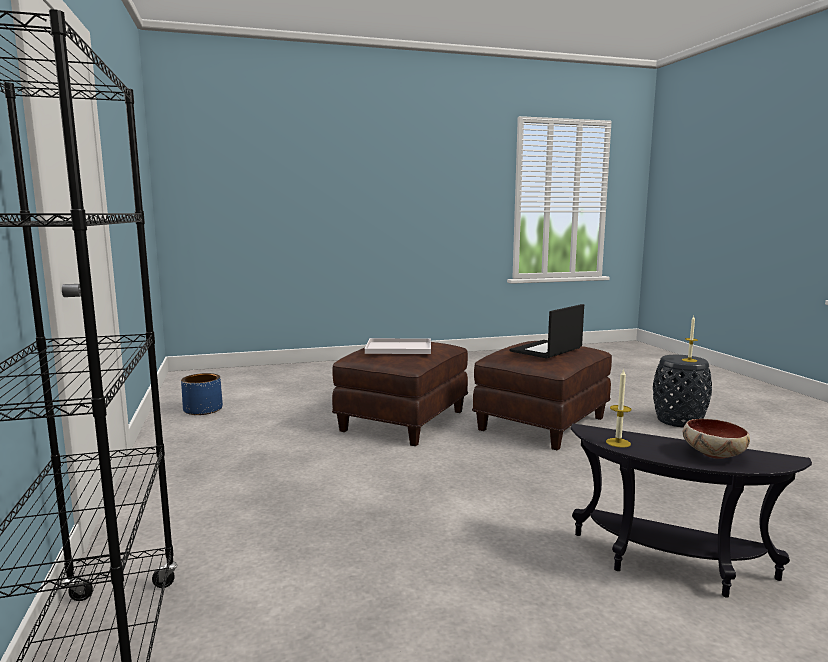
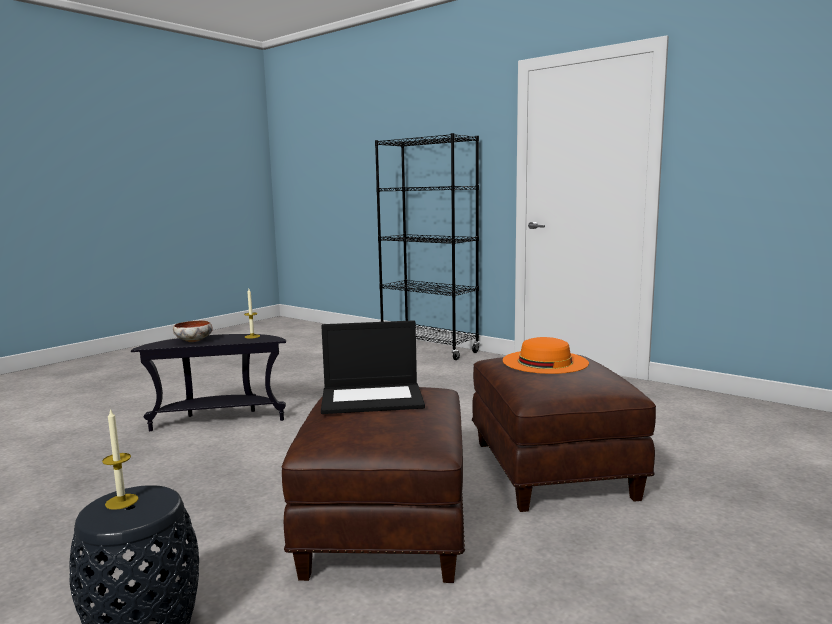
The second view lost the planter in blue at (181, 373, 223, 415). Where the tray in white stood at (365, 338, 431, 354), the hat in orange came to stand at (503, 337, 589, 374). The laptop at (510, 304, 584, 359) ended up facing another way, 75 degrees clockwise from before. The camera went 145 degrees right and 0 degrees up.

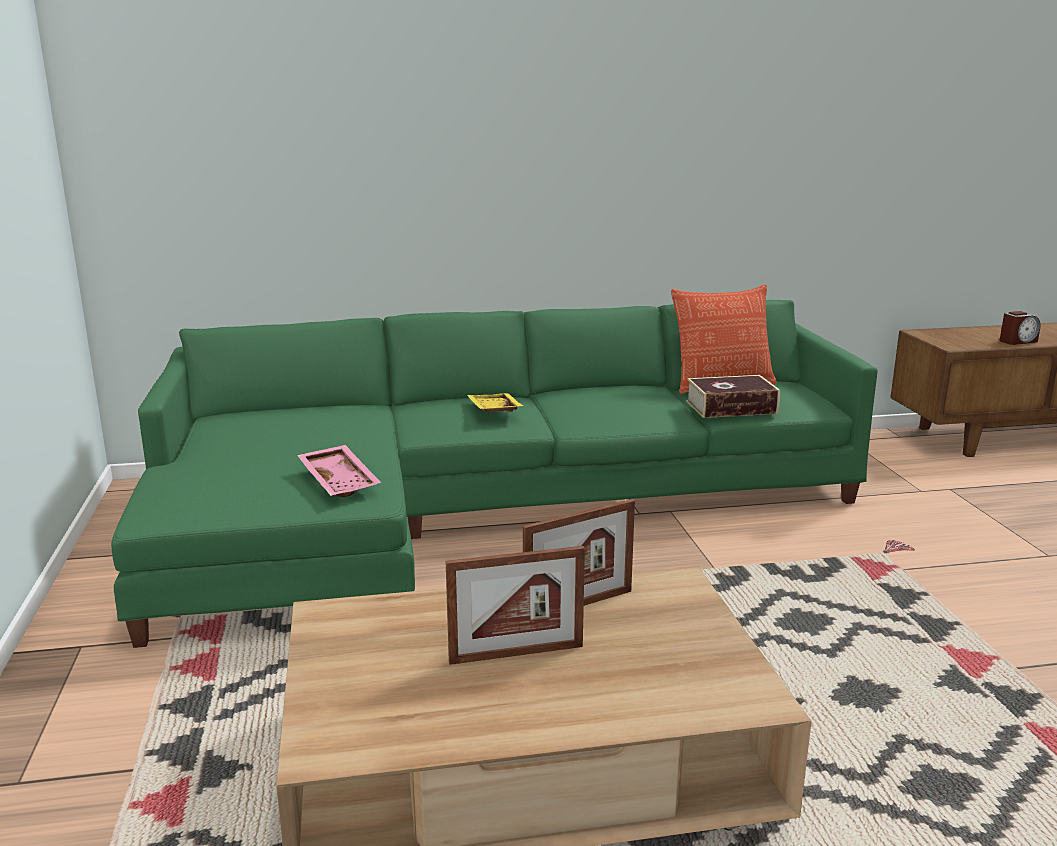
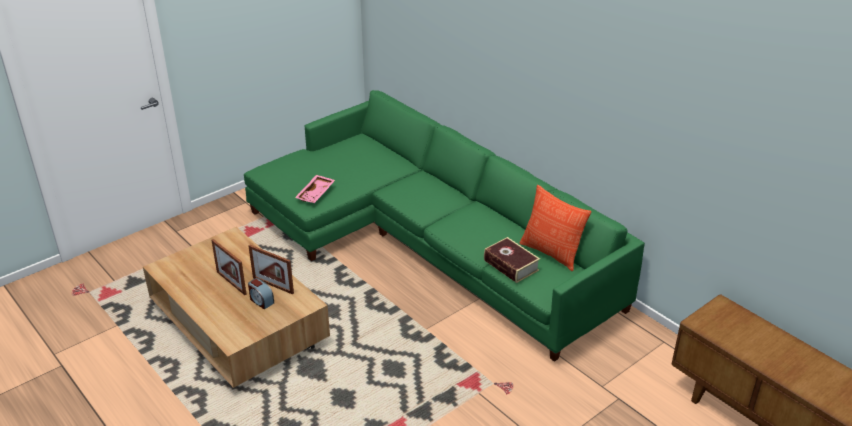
The second view lost the tray in yellow at (467, 393, 523, 412). The alarm clock ended up elsewhere, having gone from (1000, 311, 1040, 345) to (248, 278, 274, 309). The camera went 60 degrees right and 15 degrees up.

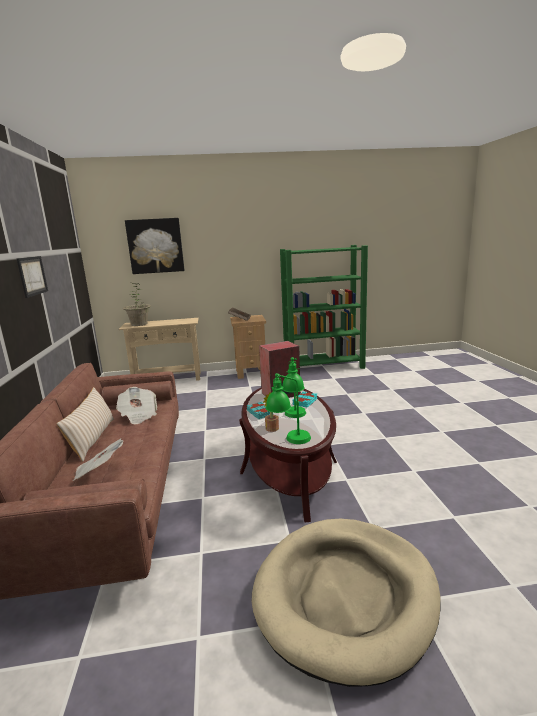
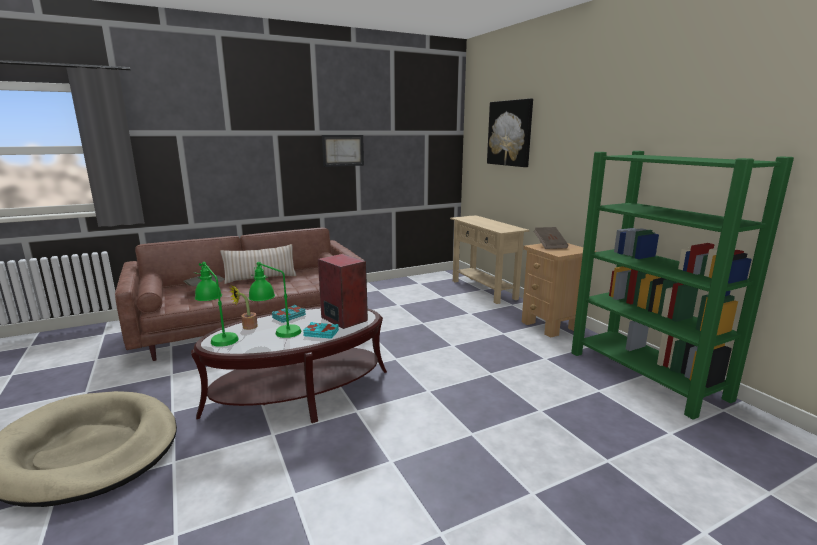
The second view lost the newspaper at (116, 387, 157, 425). The second view lost the potted plant at (123, 283, 151, 326). The camera went 70 degrees right and 0 degrees up.

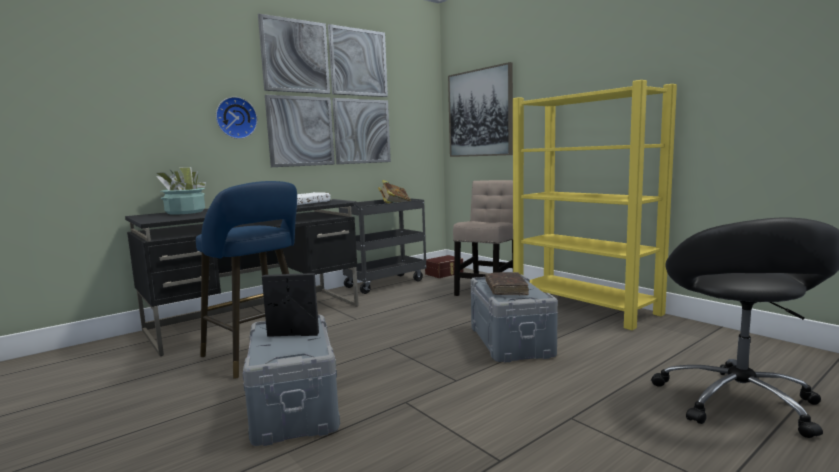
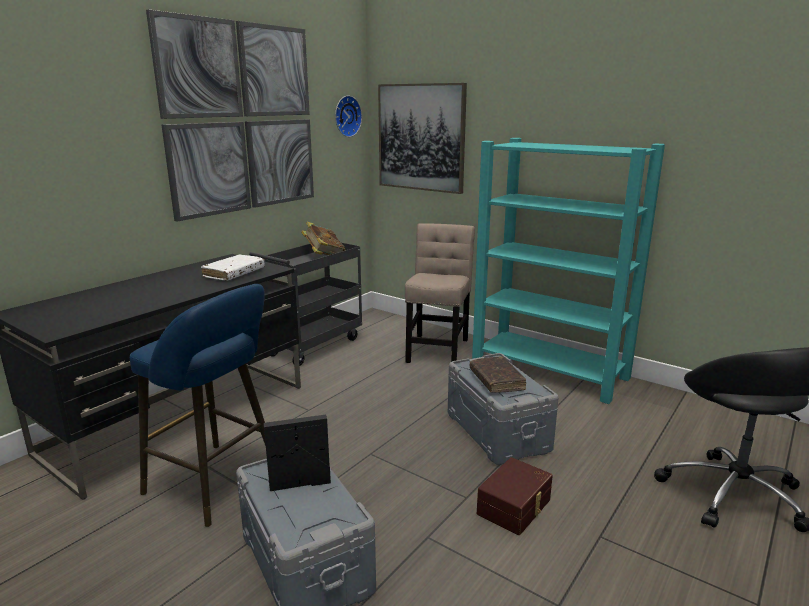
The second view lost the potted plant at (156, 167, 206, 215). The wall clock ended up elsewhere, having gone from (216, 97, 258, 139) to (335, 95, 362, 137). The storage box in brown ended up elsewhere, having gone from (425, 255, 463, 278) to (477, 457, 553, 535). What was the bookcase in yellow at (513, 80, 677, 330) turned into the bookcase in turquoise at (472, 138, 665, 404). The camera went 15 degrees left and 10 degrees up.

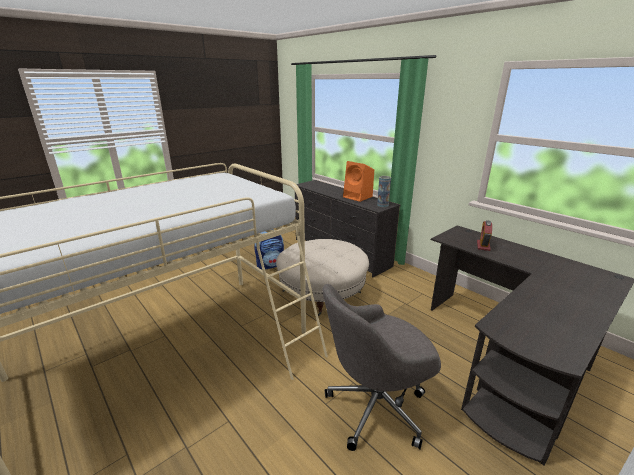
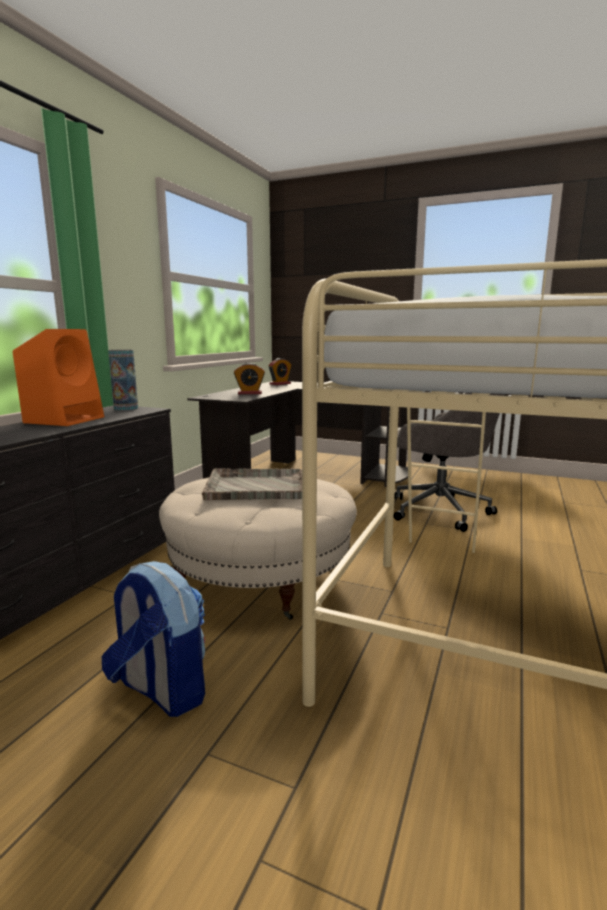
The second view gained the tray in grey at (202, 468, 302, 500). The second view gained the alarm clock at (268, 358, 291, 385). The camera went 115 degrees left and 10 degrees down.

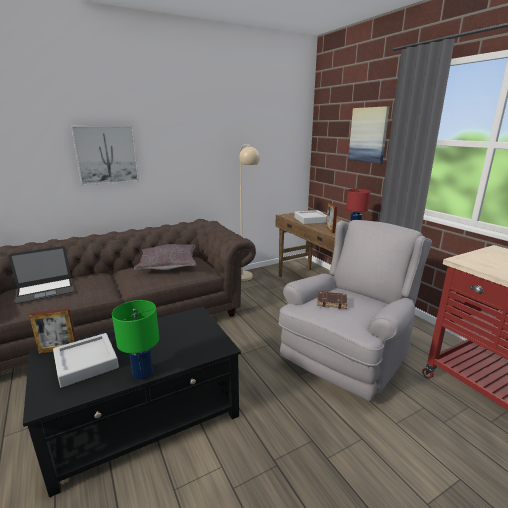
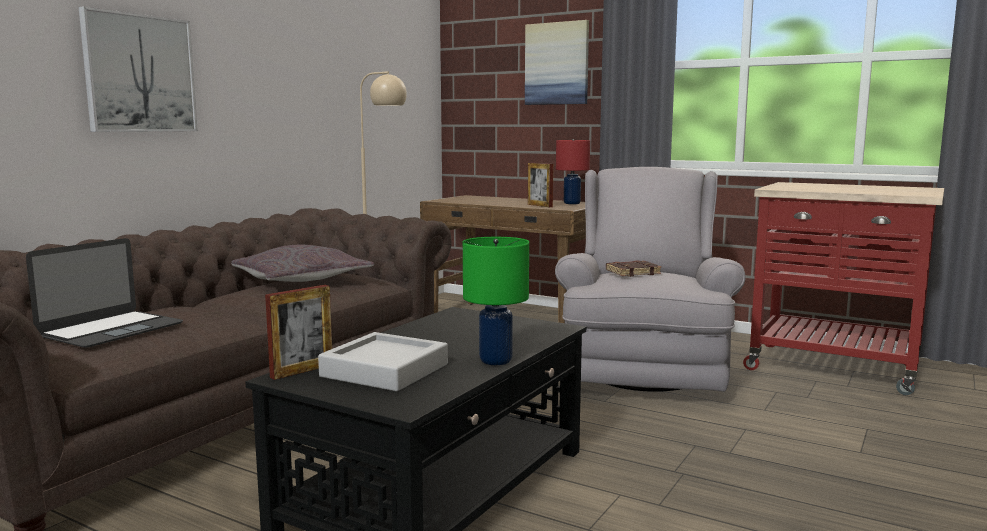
The second view lost the tray in grey at (294, 210, 327, 224). The camera went 30 degrees left and 10 degrees down.

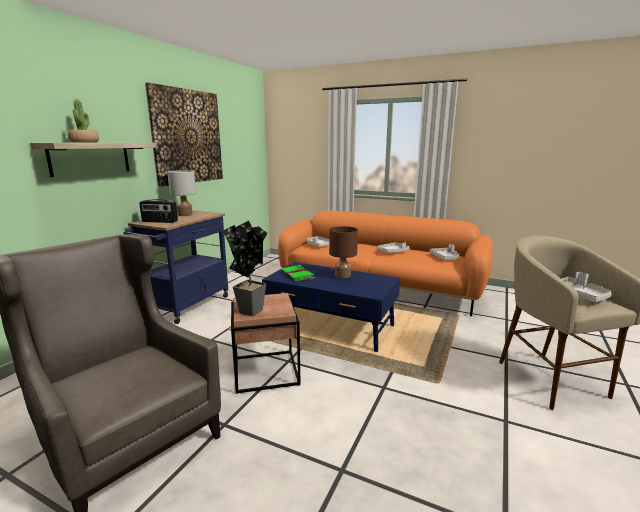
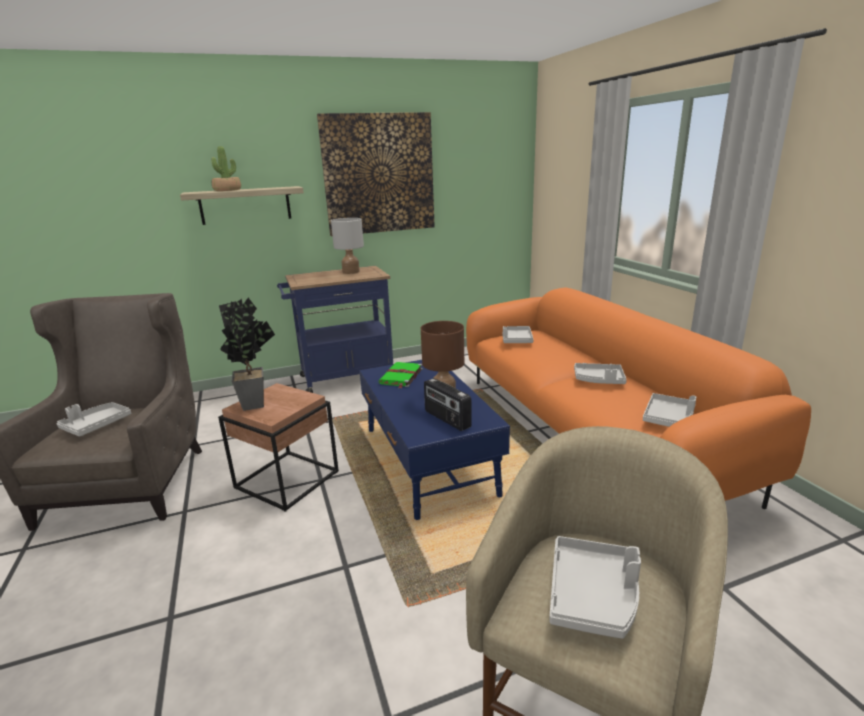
The radio ended up elsewhere, having gone from (139, 199, 178, 223) to (424, 378, 472, 431). The second view gained the tray in grey at (57, 402, 131, 437). The camera went 45 degrees right and 5 degrees up.

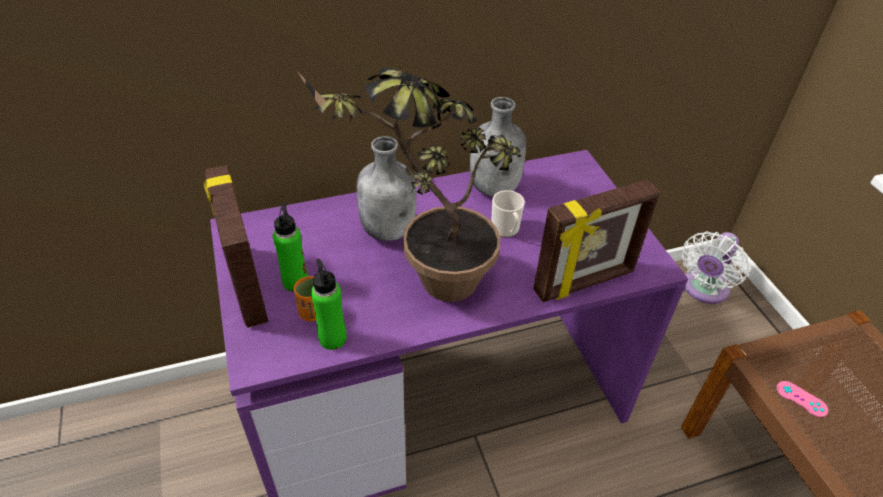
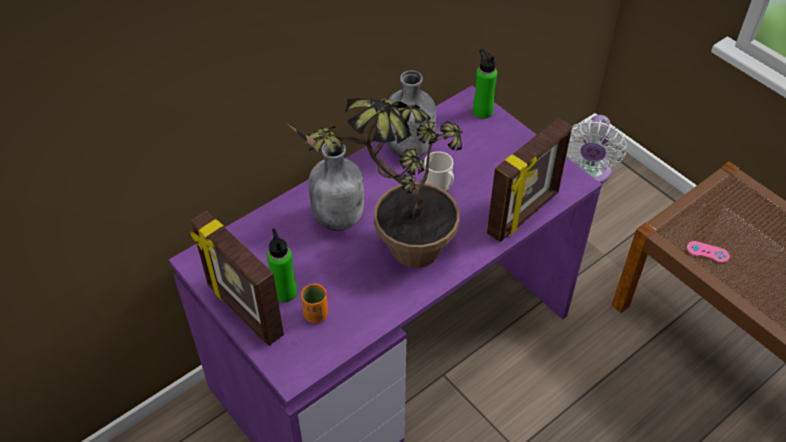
The bottle in green ended up elsewhere, having gone from (311, 259, 347, 350) to (473, 49, 497, 119). The camera went 20 degrees left and 5 degrees up.

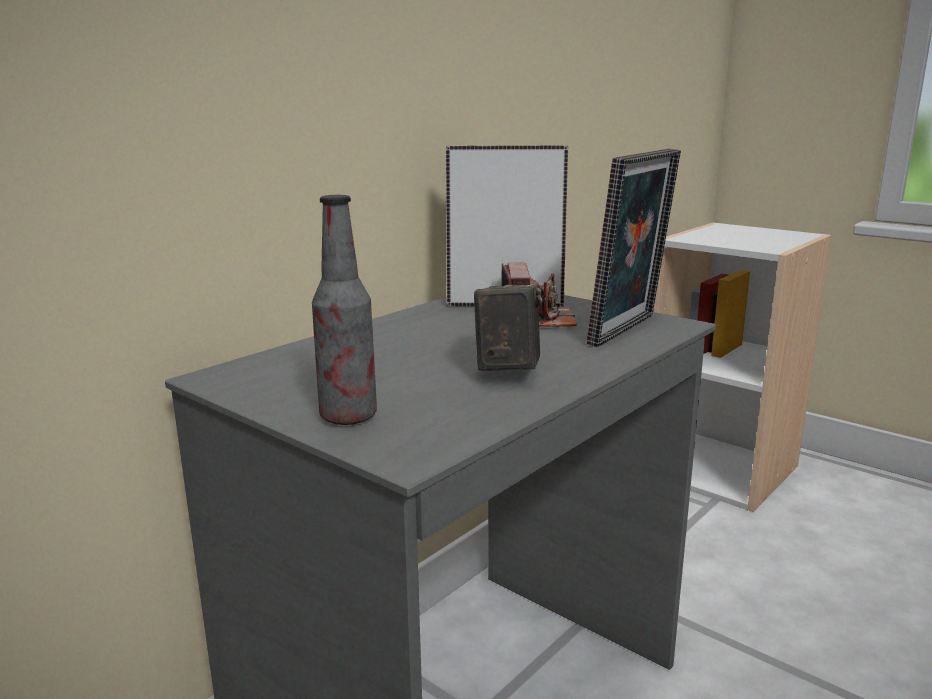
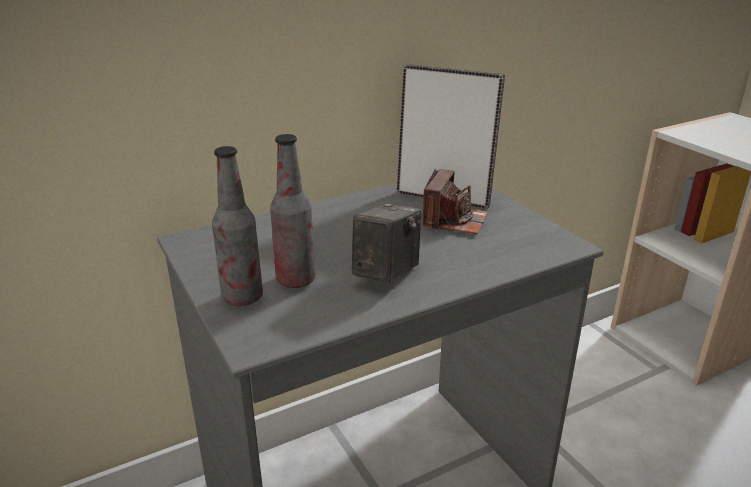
The second view lost the picture frame at (587, 149, 681, 347). The second view gained the bottle at (270, 134, 315, 288). The camera went 20 degrees right and 10 degrees up.

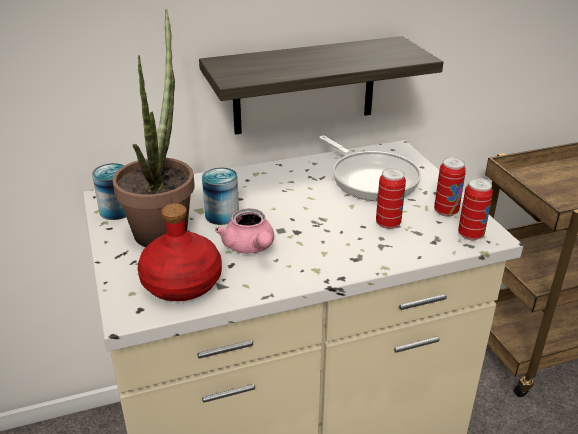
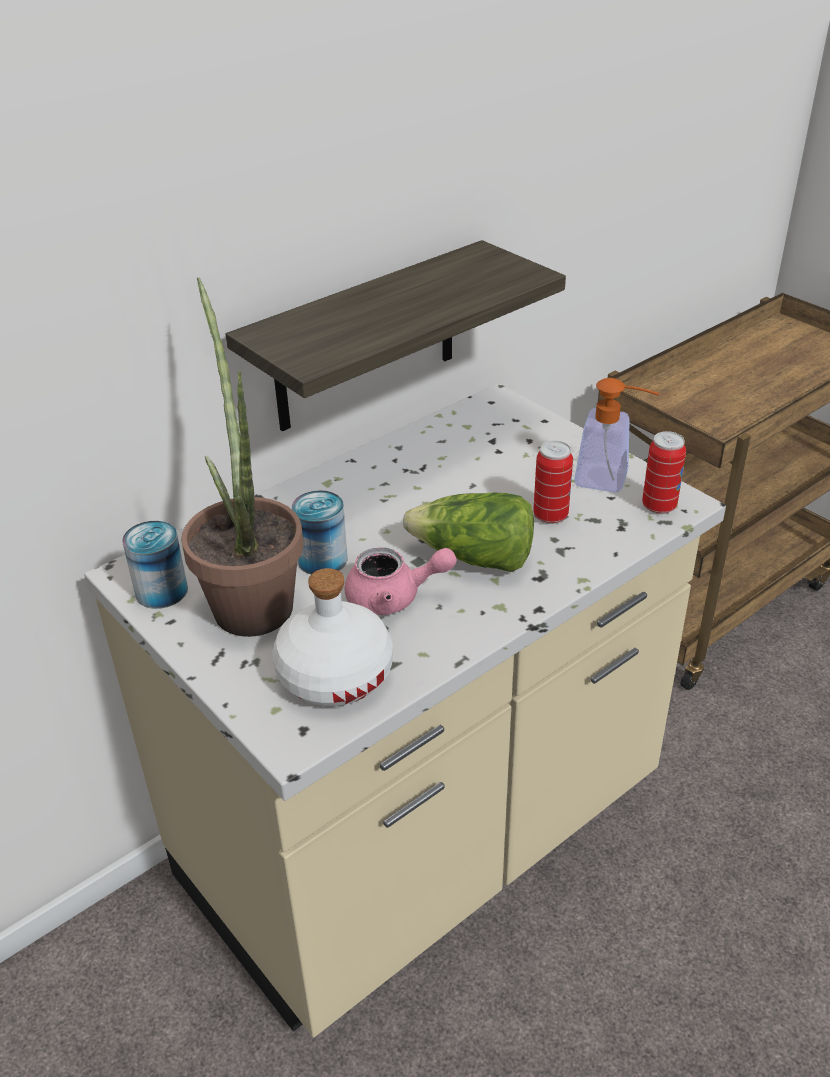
What was the bottle in red at (138, 203, 222, 301) turned into the bottle in white at (272, 568, 393, 706). The teapot in pink at (215, 208, 274, 254) ended up facing another way, 45 degrees counterclockwise from before. The second view lost the frying pan at (319, 136, 421, 201). Where the can stood at (434, 157, 466, 217), the soap dispenser came to stand at (574, 378, 660, 492). The second view gained the lettuce at (403, 493, 534, 572). The camera went 20 degrees left and 5 degrees up.

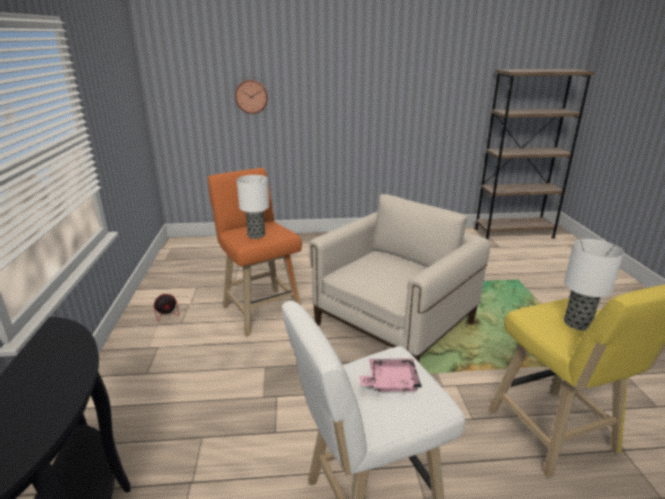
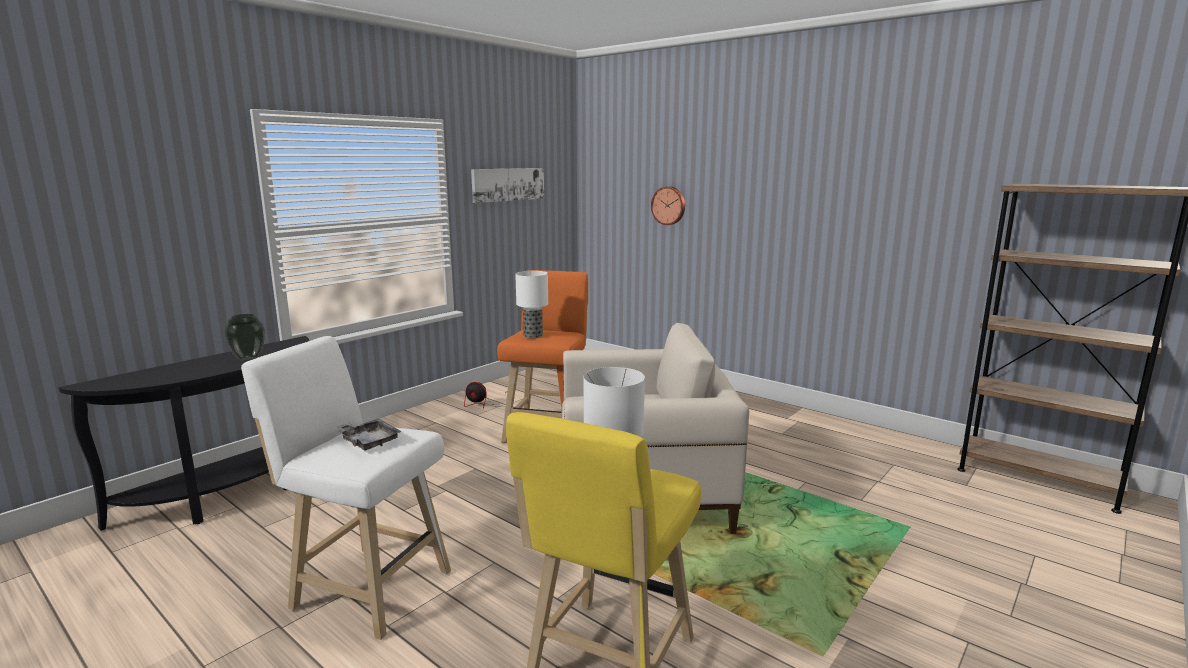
What was the tray in pink at (359, 358, 422, 392) turned into the tray in grey at (337, 419, 402, 451). The second view gained the vase at (224, 314, 265, 362). The second view gained the picture at (471, 168, 544, 203). The camera went 45 degrees right and 10 degrees down.

